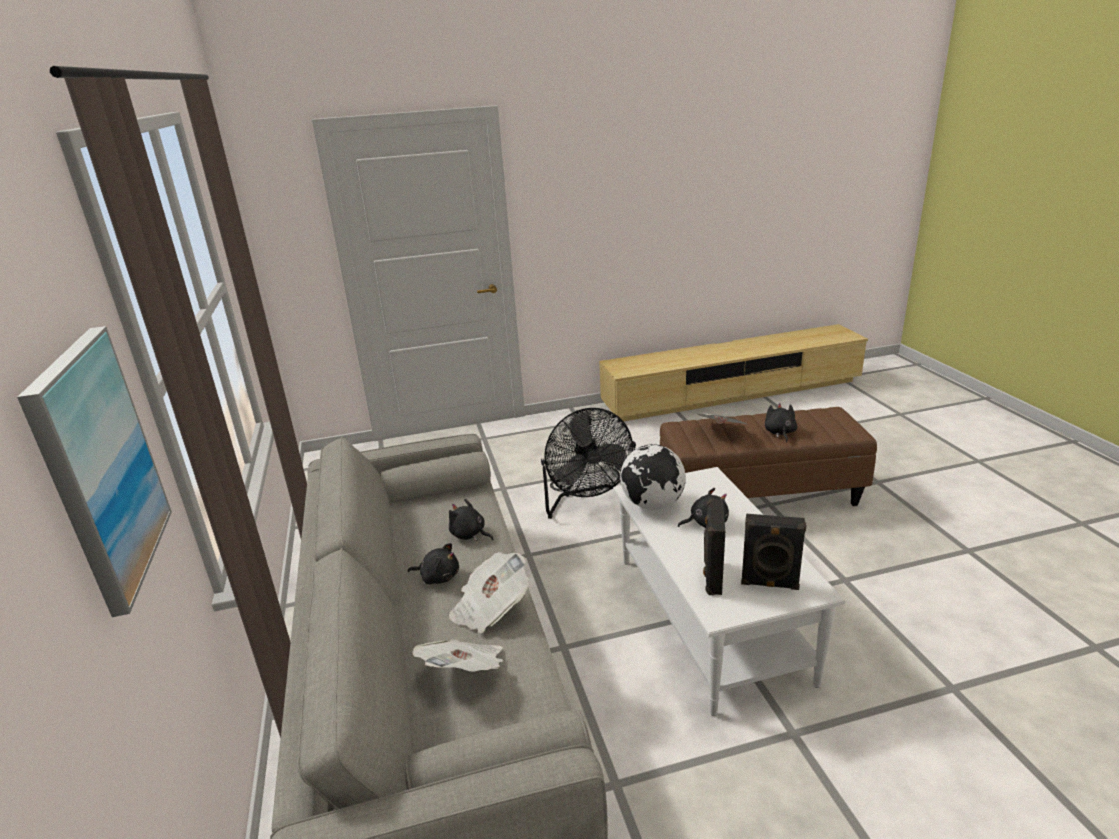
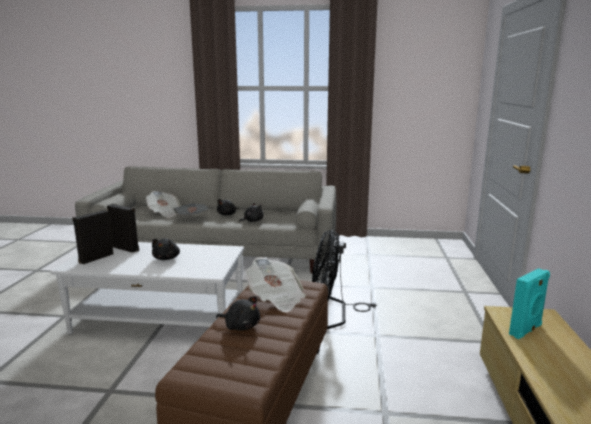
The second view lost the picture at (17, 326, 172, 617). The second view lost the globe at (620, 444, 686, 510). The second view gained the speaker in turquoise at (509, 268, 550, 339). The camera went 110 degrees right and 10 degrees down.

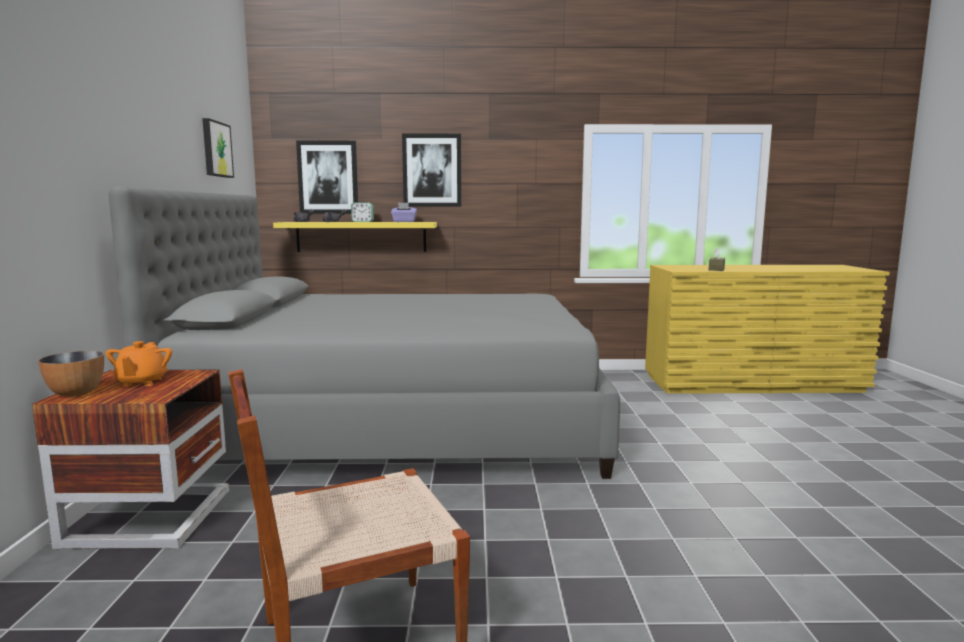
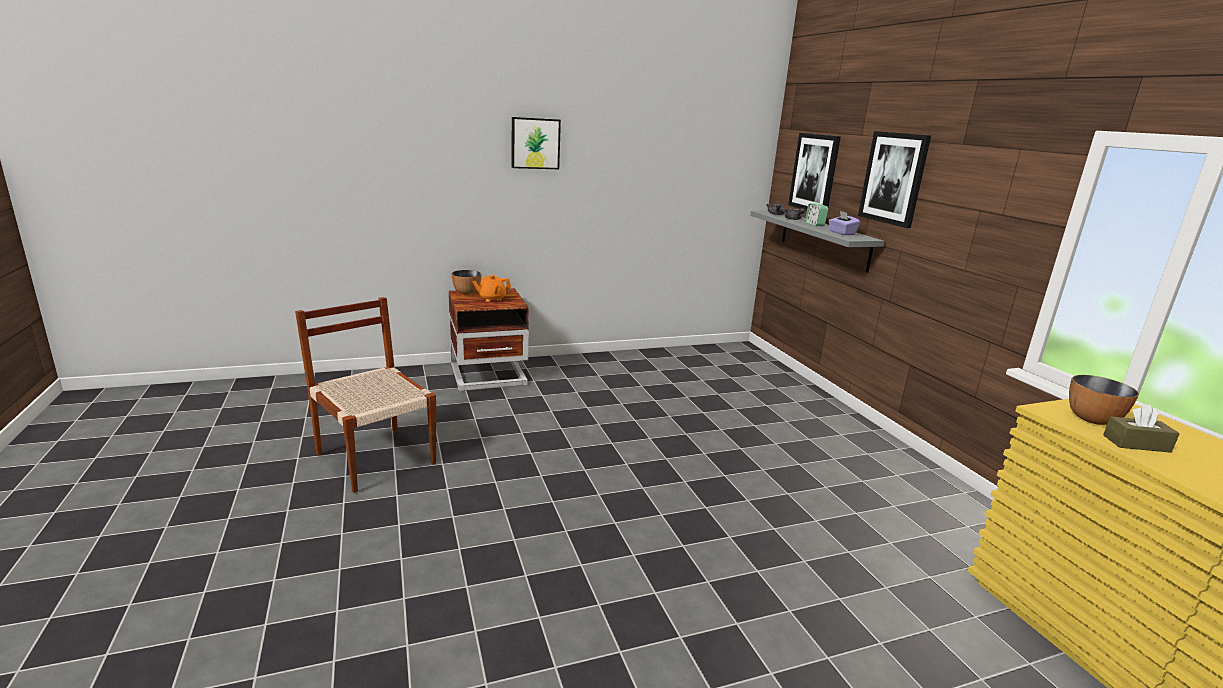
The second view lost the bed in grey at (109, 186, 620, 479). The picture ended up elsewhere, having gone from (202, 118, 234, 178) to (511, 117, 561, 169). What was the shelf in yellow at (273, 222, 437, 252) turned into the shelf in grey at (750, 211, 884, 273). The second view gained the bowl at (1069, 375, 1139, 425). The camera went 70 degrees right and 10 degrees up.

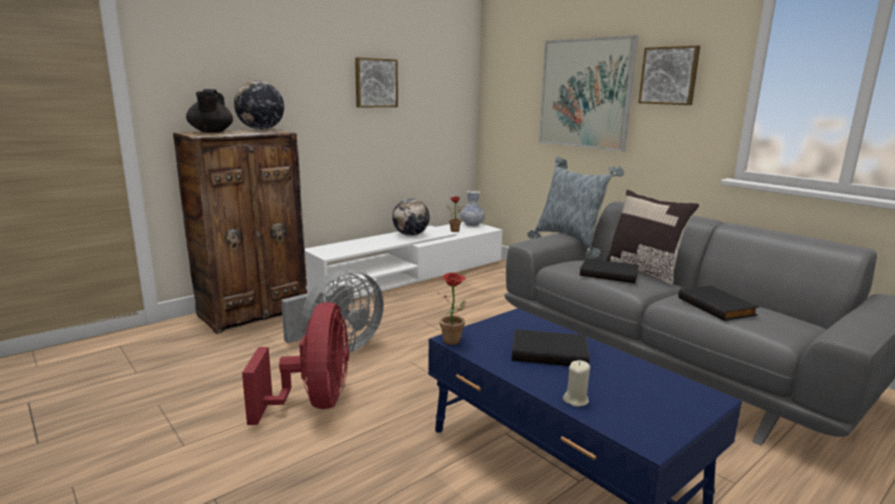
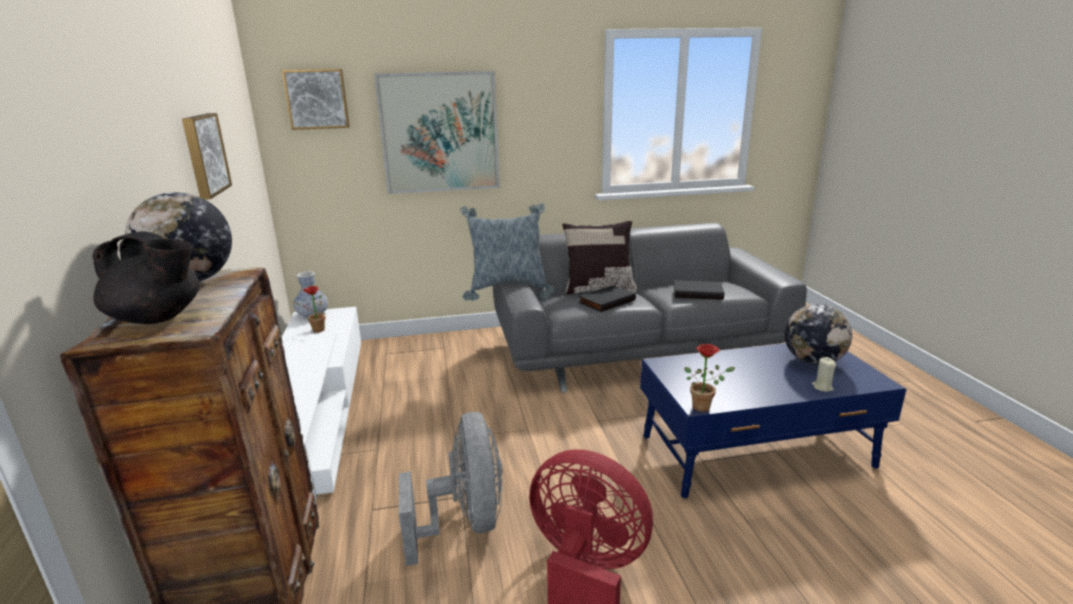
The globe ended up elsewhere, having gone from (392, 198, 430, 236) to (784, 304, 852, 365). The second view lost the book in black at (512, 329, 590, 366). The picture ended up elsewhere, having gone from (638, 45, 700, 105) to (282, 69, 350, 130). The camera went 60 degrees left and 5 degrees up.

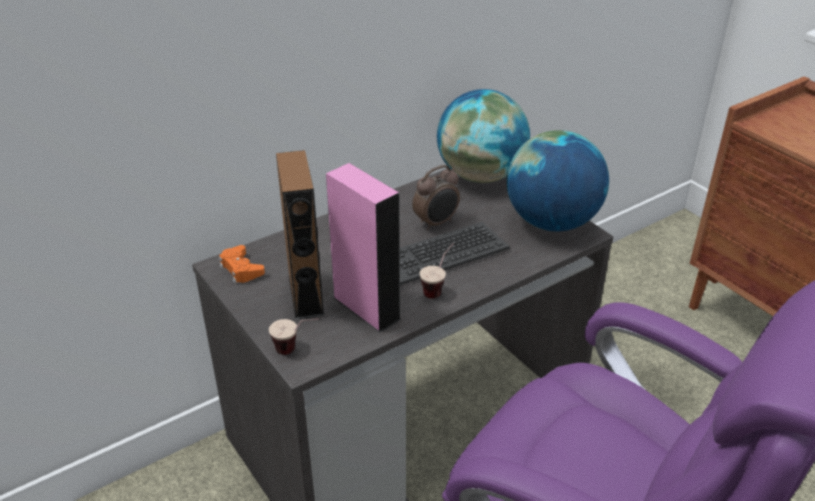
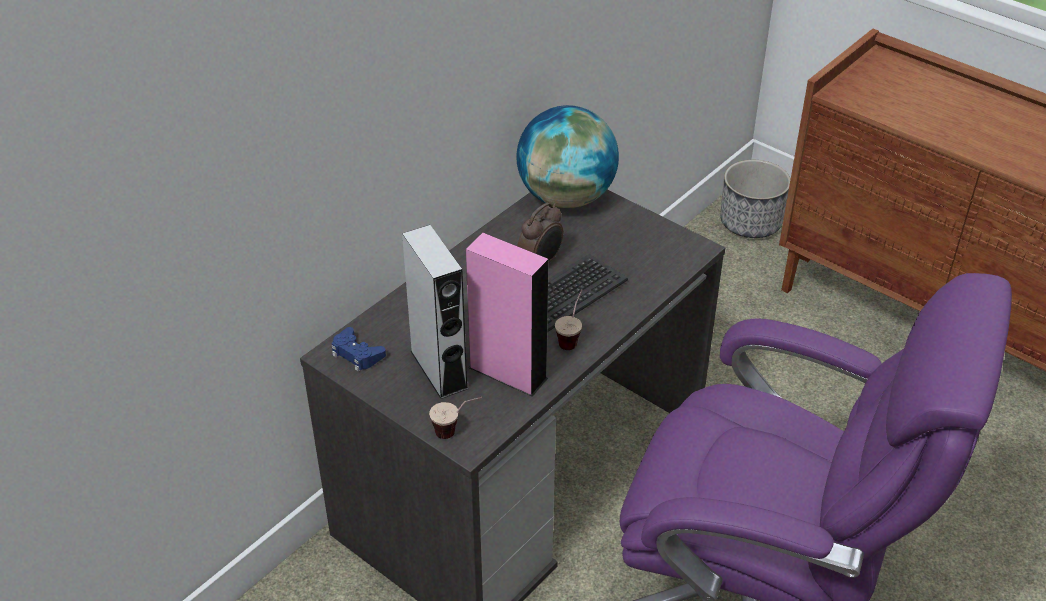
What was the game controller in orange at (219, 245, 265, 284) turned into the game controller in blue at (332, 327, 386, 372). What was the speaker in brown at (276, 150, 325, 320) turned into the speaker in grey at (402, 225, 468, 399). The second view lost the globe at (507, 130, 609, 231). The second view gained the planter at (720, 160, 790, 238). The camera went 15 degrees left and 5 degrees up.

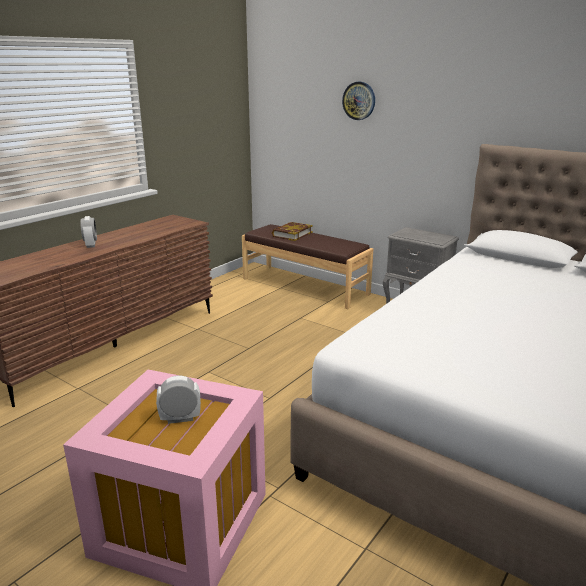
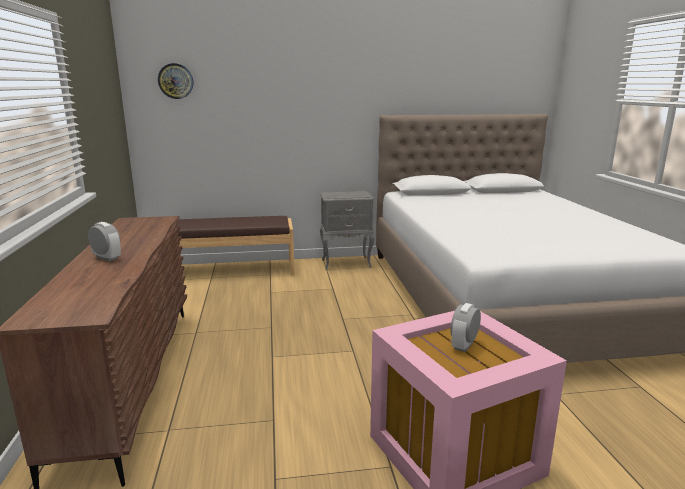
The second view lost the book at (272, 222, 313, 241). The wall clock ended up elsewhere, having gone from (342, 82, 375, 120) to (158, 63, 193, 99). The camera went 45 degrees left and 5 degrees down.

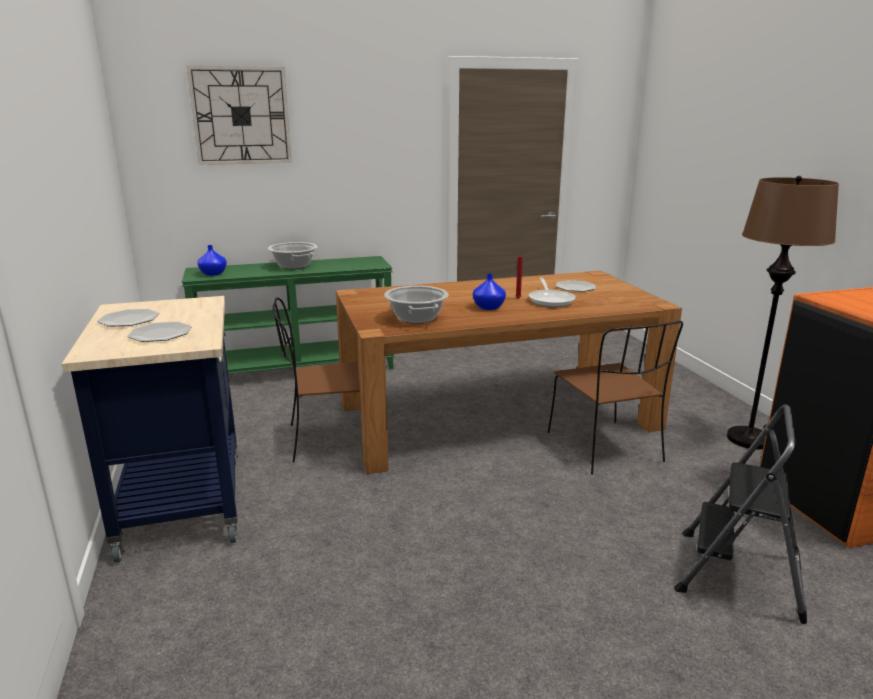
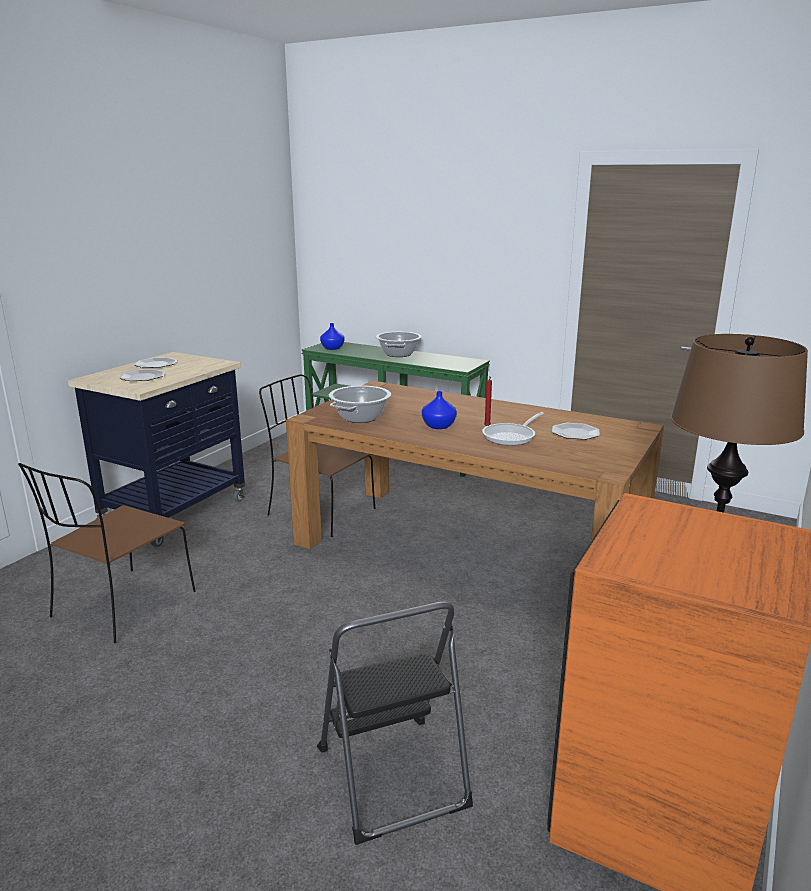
The second view lost the wall clock at (187, 66, 292, 165). The chair in brown ended up elsewhere, having gone from (548, 321, 683, 475) to (18, 463, 196, 643). The camera went 45 degrees right and 0 degrees up.

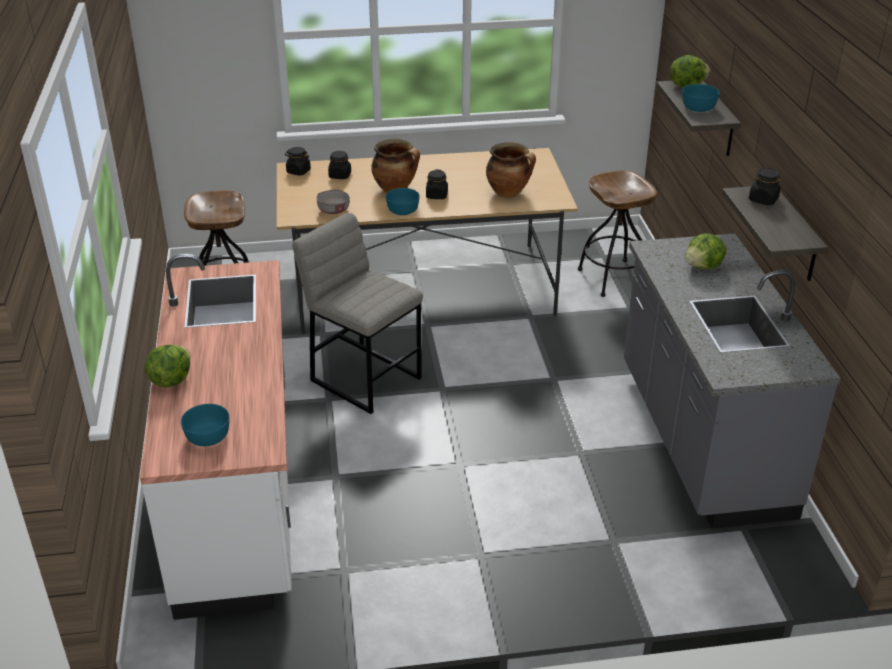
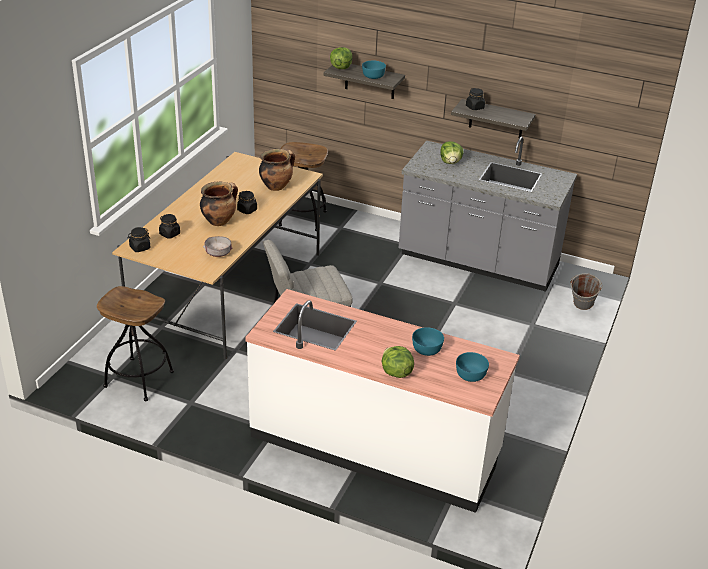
The bowl in turquoise ended up elsewhere, having gone from (386, 188, 420, 215) to (412, 327, 444, 356). The second view gained the bucket in grey at (570, 273, 603, 310). The camera went 60 degrees left and 0 degrees up.

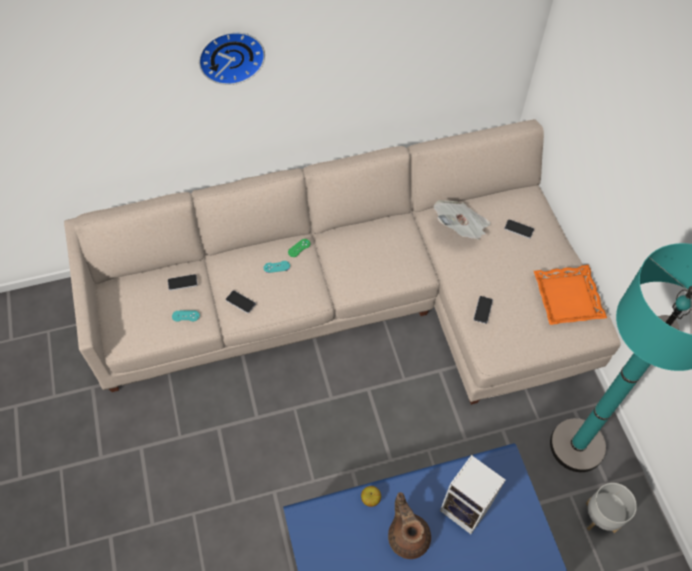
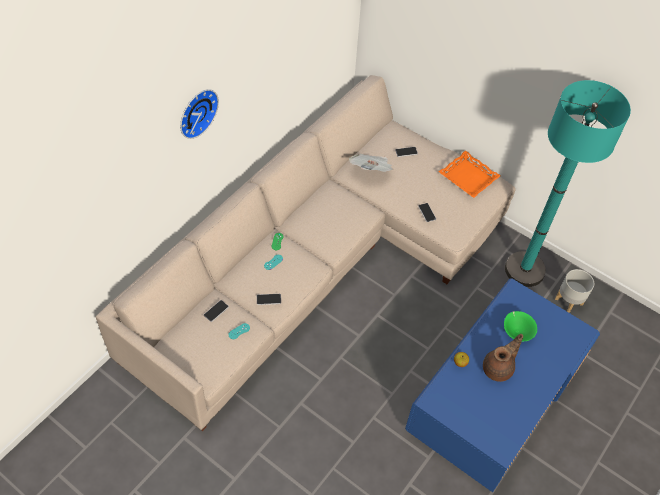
The teapot in brown at (388, 492, 431, 559) ended up facing another way, 105 degrees clockwise from before. Where the speaker stood at (440, 455, 505, 534), the bowl in green came to stand at (504, 311, 537, 342). The camera went 40 degrees left and 5 degrees down.

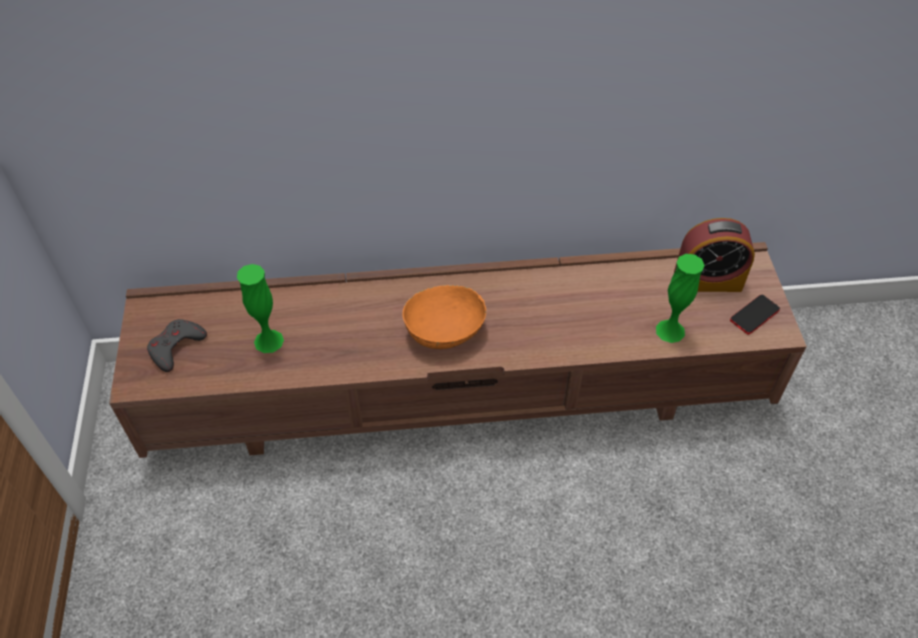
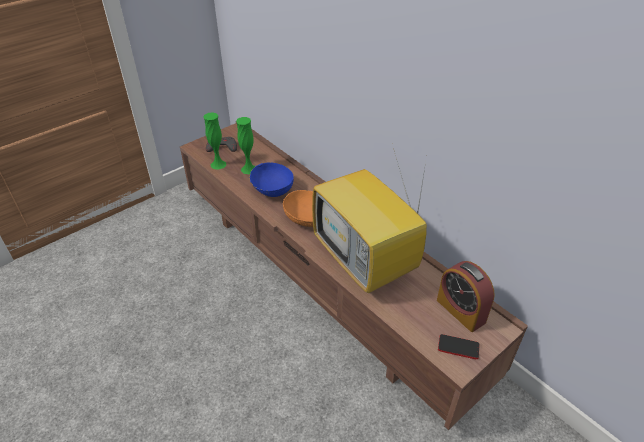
The vase in green ended up elsewhere, having gone from (656, 254, 705, 343) to (203, 112, 226, 169). The second view gained the bowl in blue at (250, 162, 294, 197). The second view gained the television at (312, 148, 427, 293). The camera went 55 degrees right and 10 degrees down.

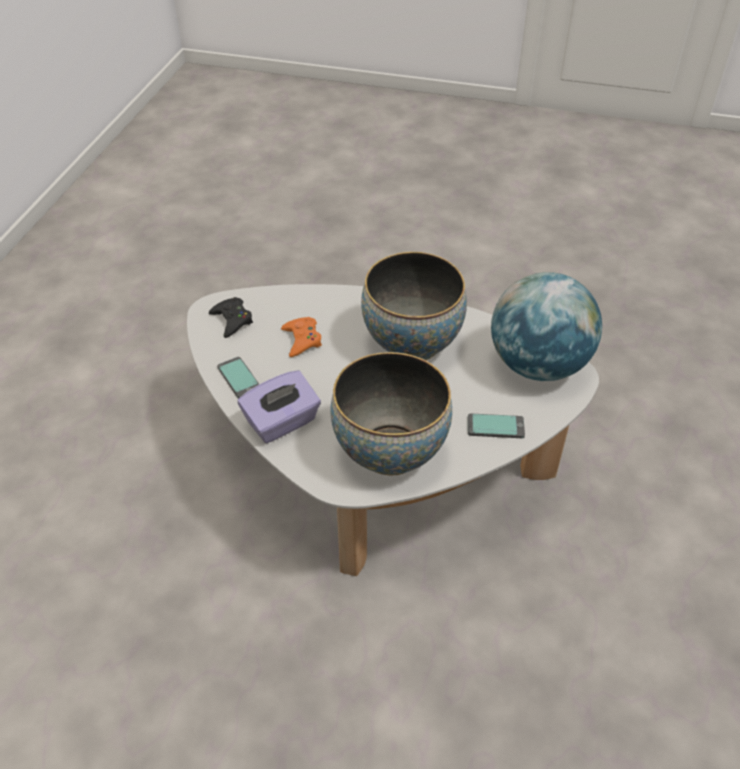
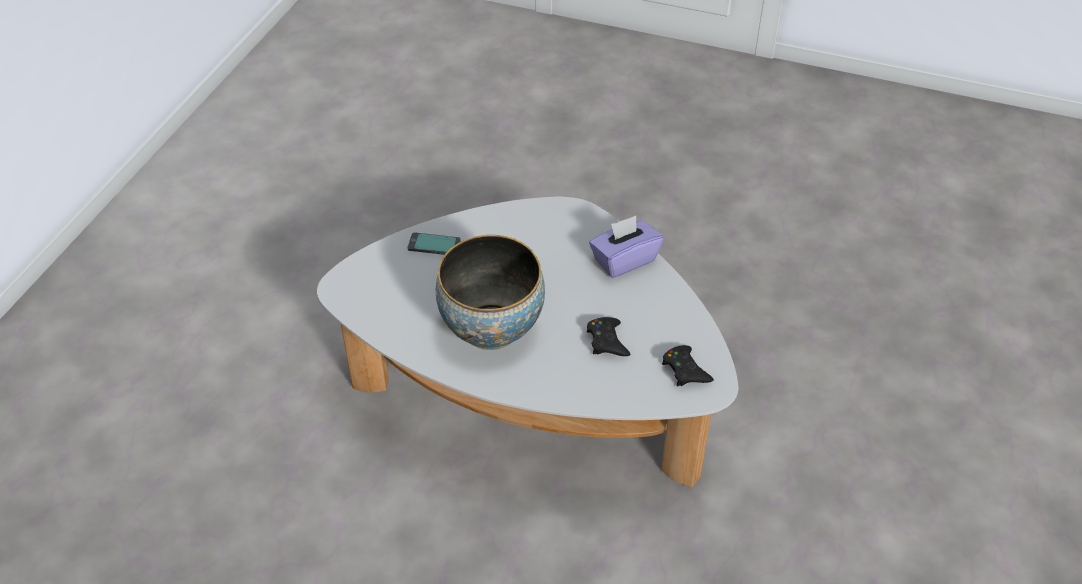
The second view lost the phone at (217, 357, 259, 398). What was the game controller in orange at (281, 317, 322, 357) turned into the game controller in black at (587, 317, 630, 356). The second view lost the bowl at (330, 352, 452, 475). The second view lost the globe at (491, 272, 602, 381). The camera went 175 degrees left and 0 degrees up.

